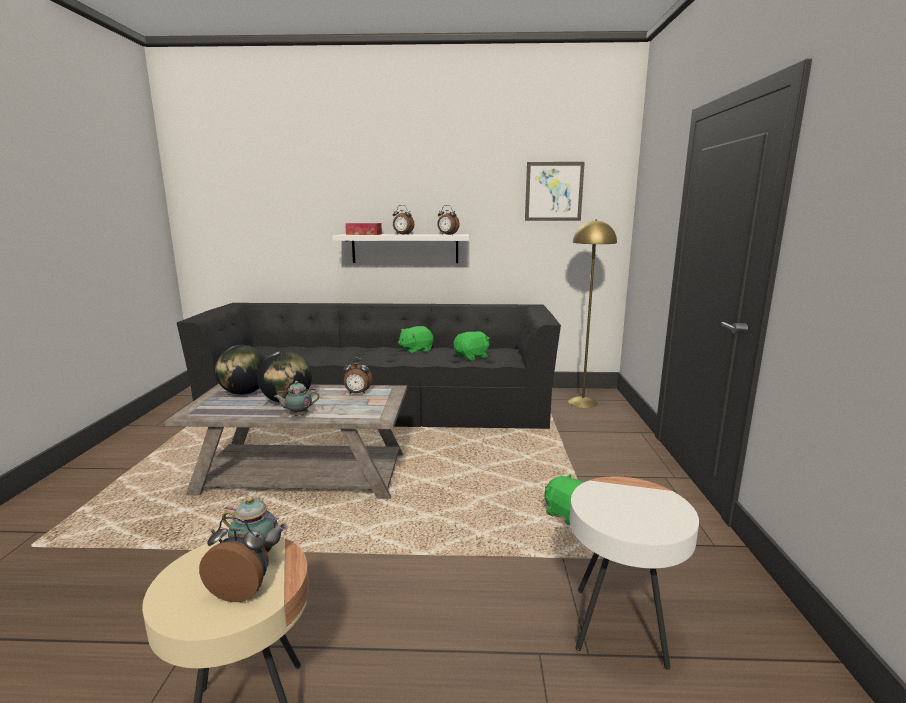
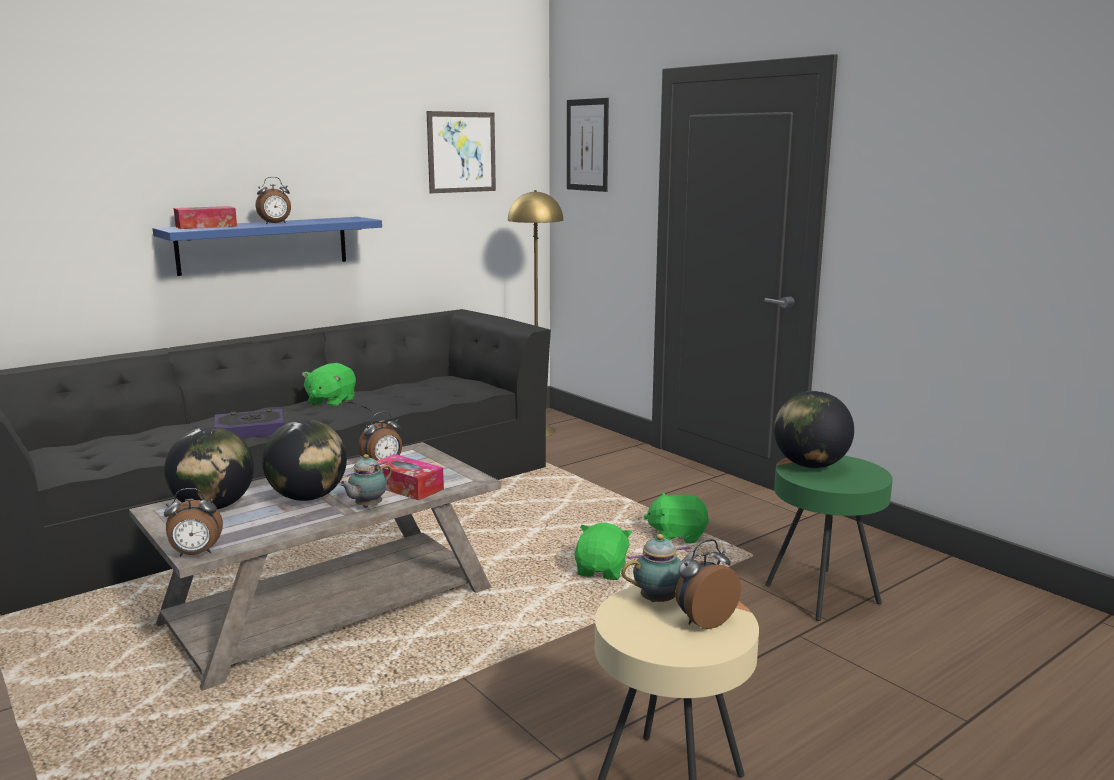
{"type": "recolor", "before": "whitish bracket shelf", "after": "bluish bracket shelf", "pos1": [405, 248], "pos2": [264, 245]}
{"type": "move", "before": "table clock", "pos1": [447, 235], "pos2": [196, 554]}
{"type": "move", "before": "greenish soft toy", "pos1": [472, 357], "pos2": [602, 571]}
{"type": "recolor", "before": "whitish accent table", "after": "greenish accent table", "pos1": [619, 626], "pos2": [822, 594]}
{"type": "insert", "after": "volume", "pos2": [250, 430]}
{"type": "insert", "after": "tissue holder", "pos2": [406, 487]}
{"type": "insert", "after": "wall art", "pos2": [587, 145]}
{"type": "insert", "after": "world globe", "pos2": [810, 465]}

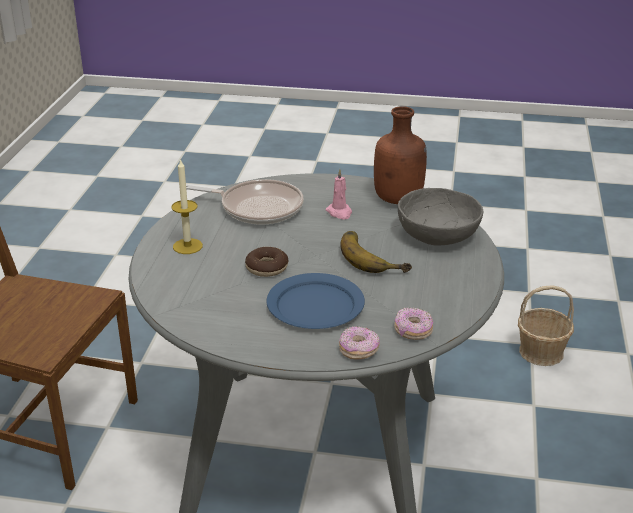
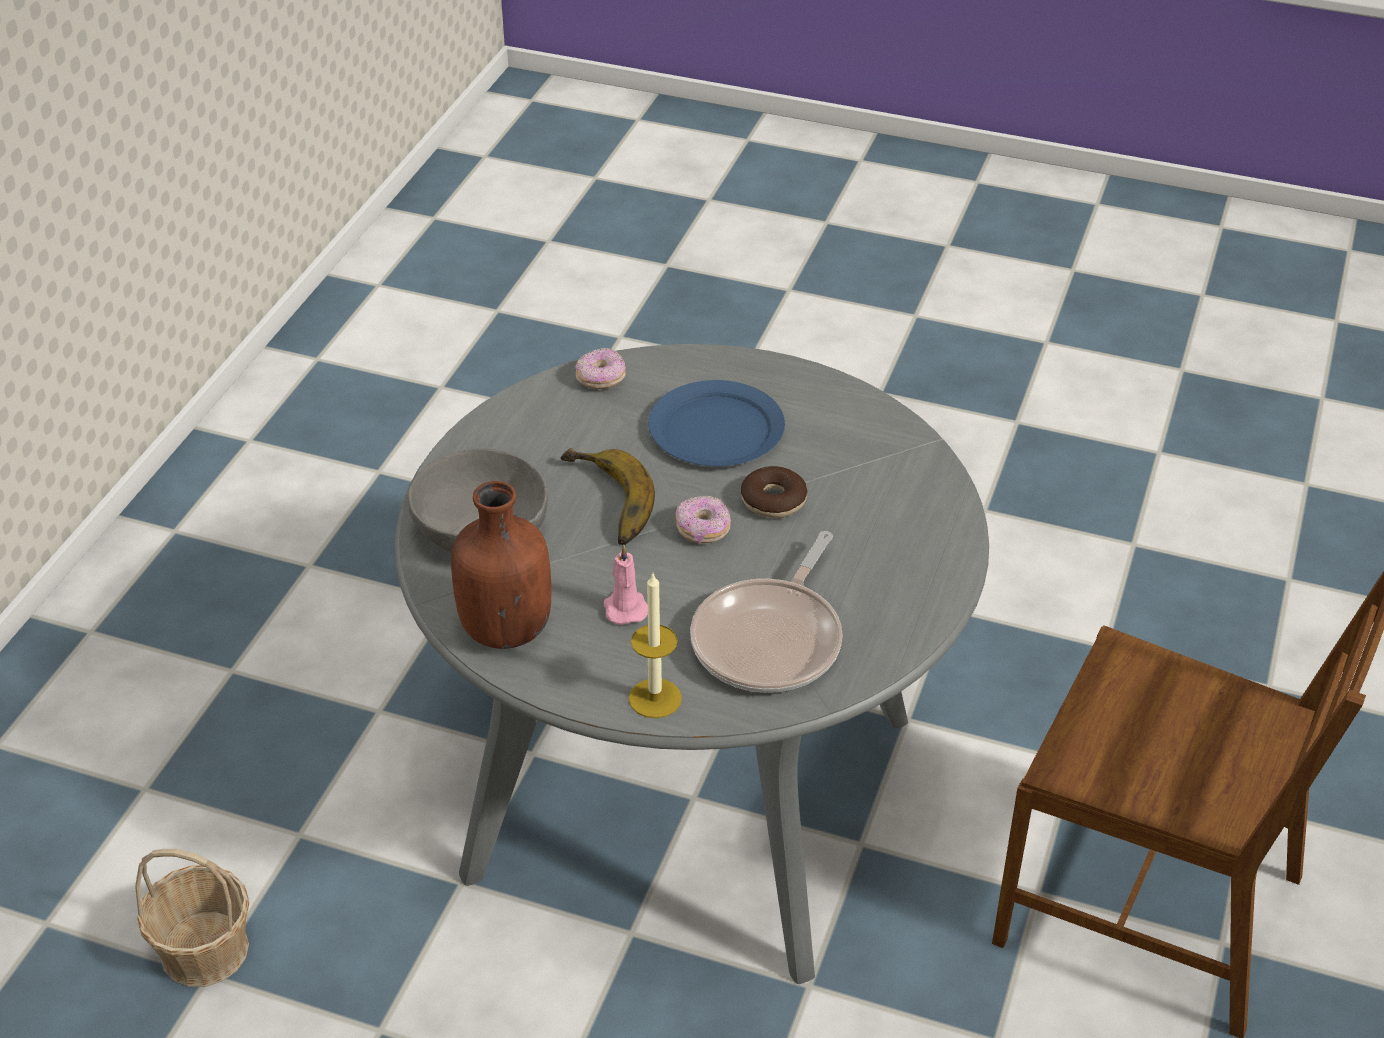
{"type": "move", "before": "candle", "pos1": [187, 246], "pos2": [655, 698]}
{"type": "rotate", "before": "frying pan", "pos1": [257, 208], "pos2": [771, 639], "turn": -90}
{"type": "move", "before": "doughnut", "pos1": [358, 350], "pos2": [703, 529]}

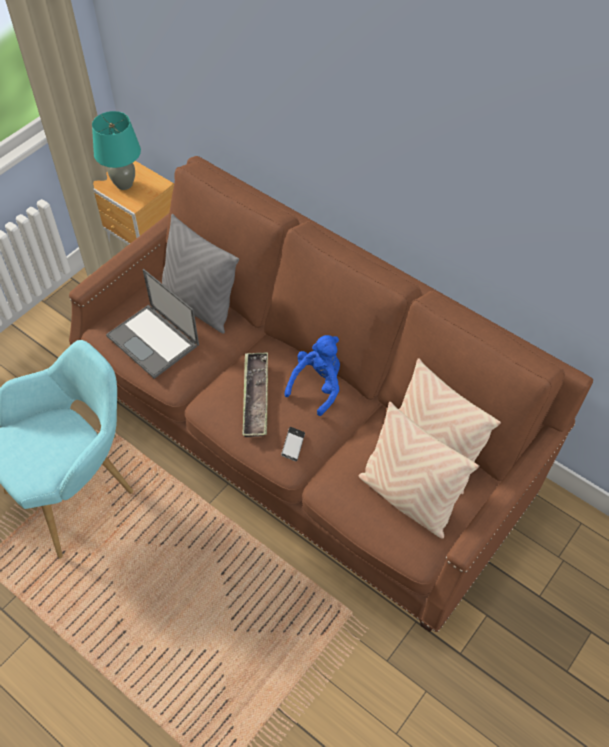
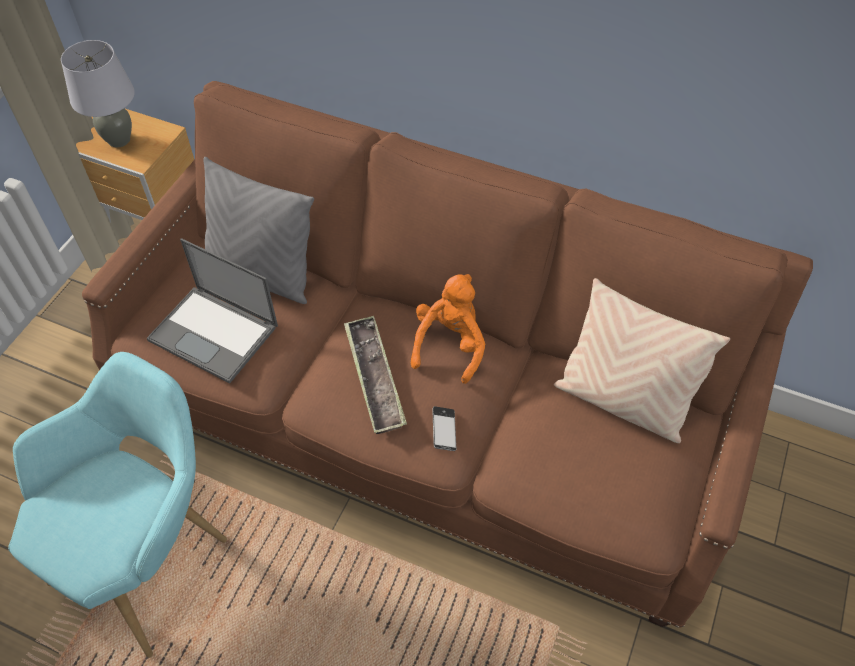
{"type": "recolor", "before": "turquoise tabletop lamp", "after": "gray tabletop lamp", "pos1": [124, 184], "pos2": [119, 140]}
{"type": "recolor", "before": "bluish soft toy", "after": "orangey soft toy", "pos1": [318, 385], "pos2": [450, 345]}
{"type": "delete", "before": "beige throw pillow", "pos1": [408, 498]}

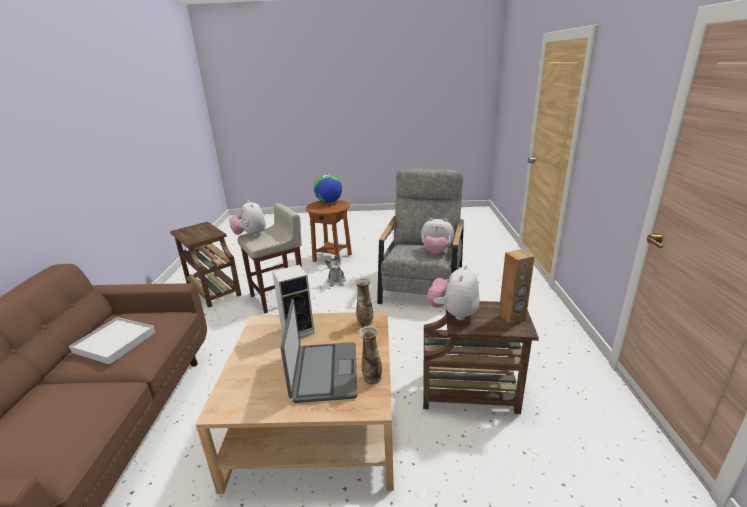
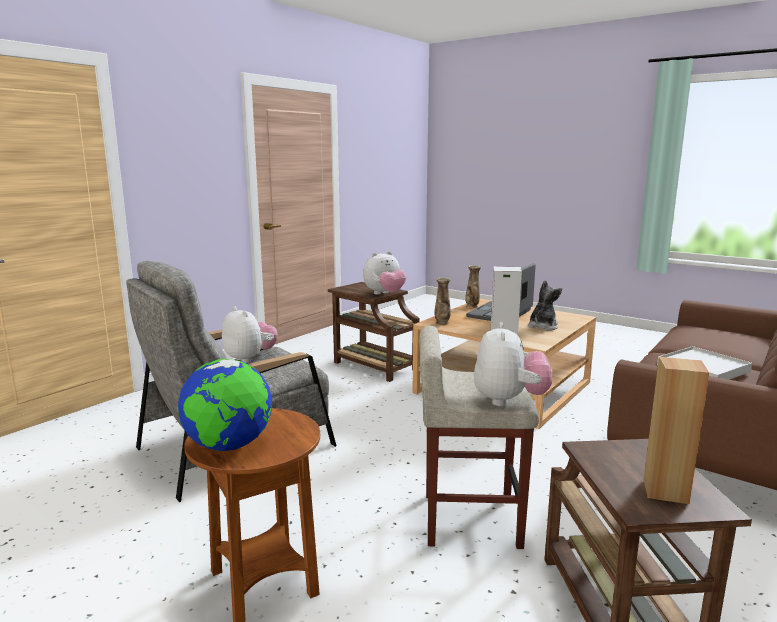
{"type": "move", "before": "soft toy", "pos1": [336, 281], "pos2": [542, 326]}
{"type": "move", "before": "brownish speaker", "pos1": [512, 317], "pos2": [665, 491]}

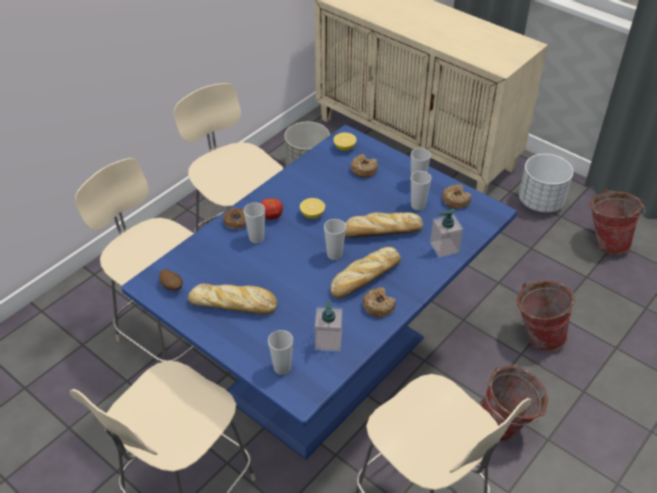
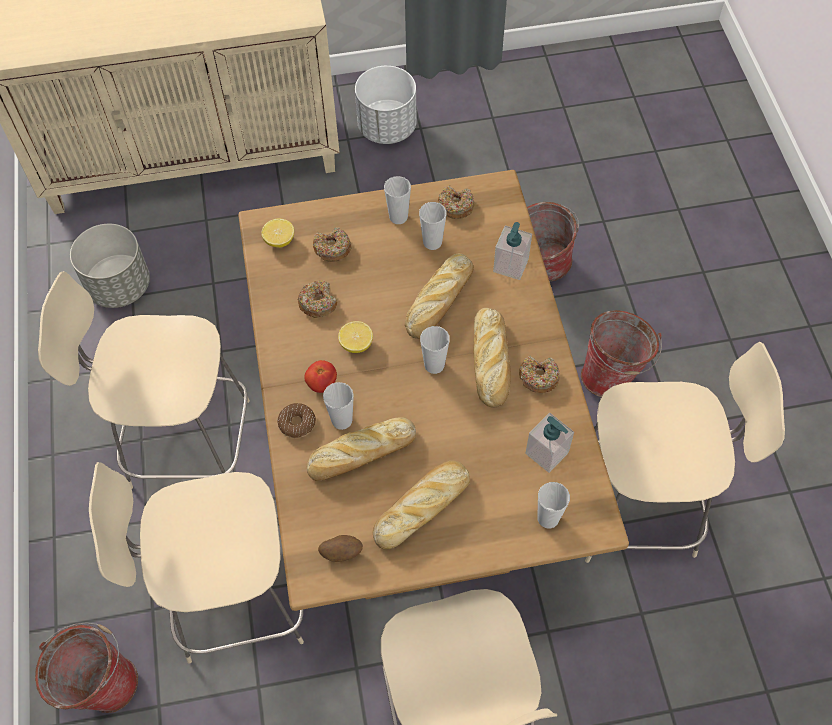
{"type": "recolor", "before": "bluish dinner table", "after": "brownish dinner table", "pos1": [328, 367], "pos2": [417, 471]}
{"type": "move", "before": "bucket", "pos1": [606, 241], "pos2": [99, 683]}
{"type": "insert", "after": "doughnut", "pos2": [318, 303]}
{"type": "insert", "after": "bread", "pos2": [360, 454]}

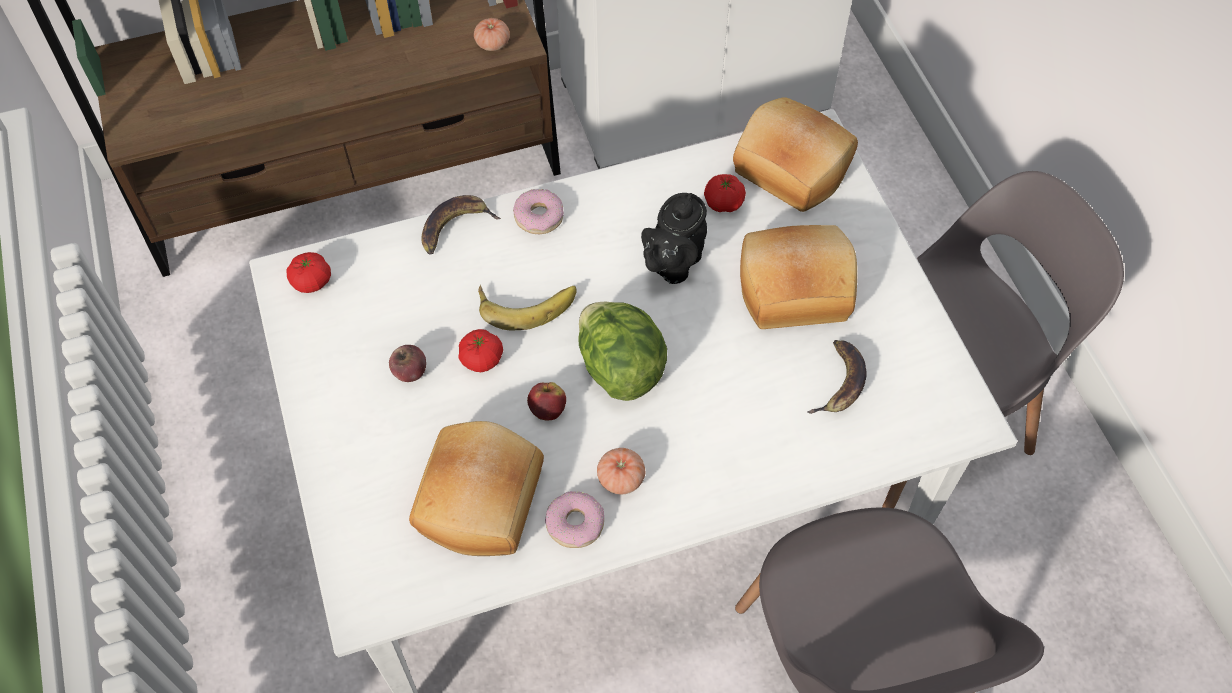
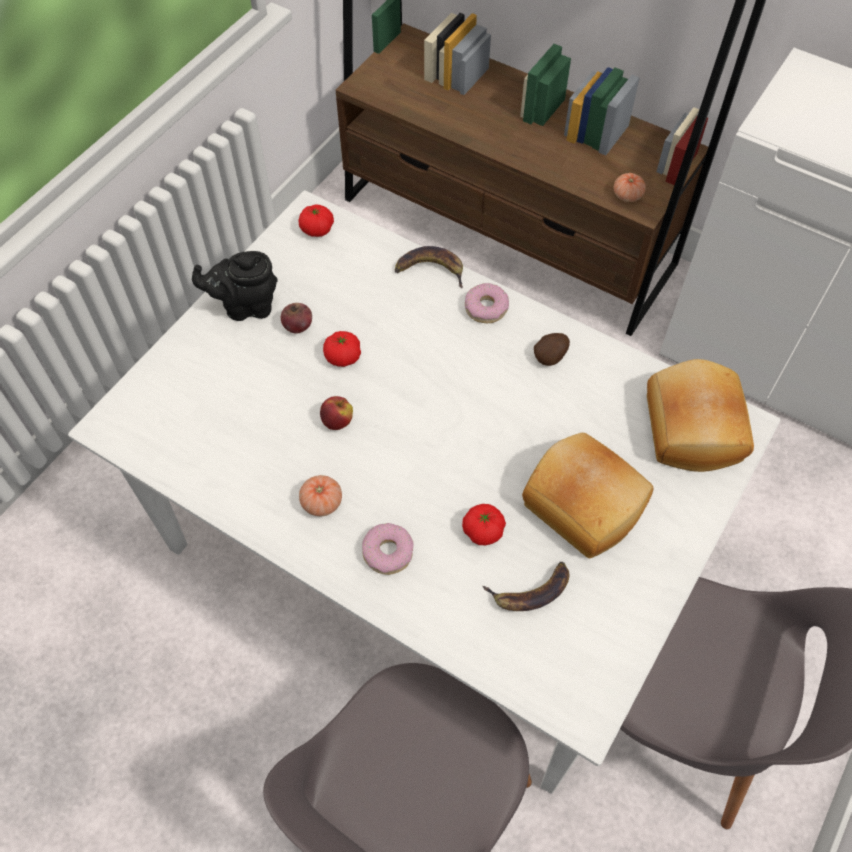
{"type": "delete", "before": "bread", "pos1": [483, 502]}
{"type": "delete", "before": "whole banana", "pos1": [526, 302]}
{"type": "move", "before": "doughnut", "pos1": [575, 524], "pos2": [387, 552]}
{"type": "delete", "before": "lettuce head", "pos1": [619, 367]}
{"type": "move", "before": "blackish tea pot", "pos1": [672, 264], "pos2": [246, 306]}
{"type": "move", "before": "fresh tomato", "pos1": [723, 202], "pos2": [483, 531]}
{"type": "insert", "after": "potato", "pos2": [551, 356]}

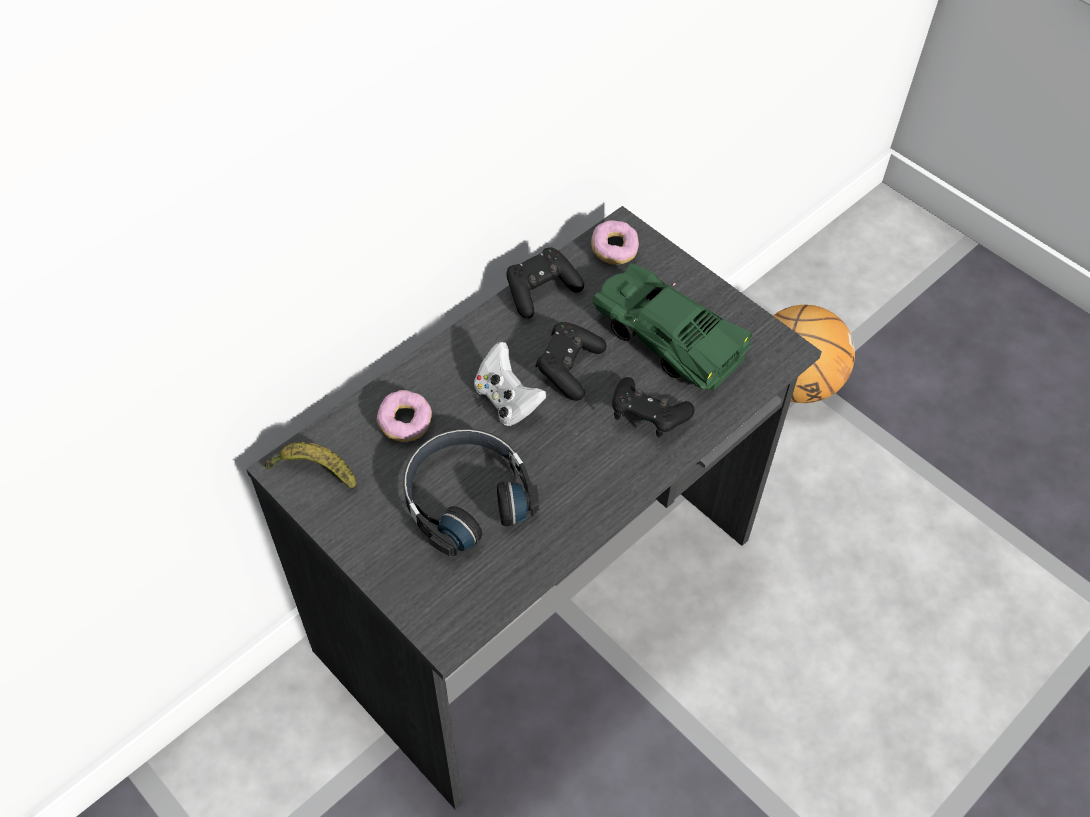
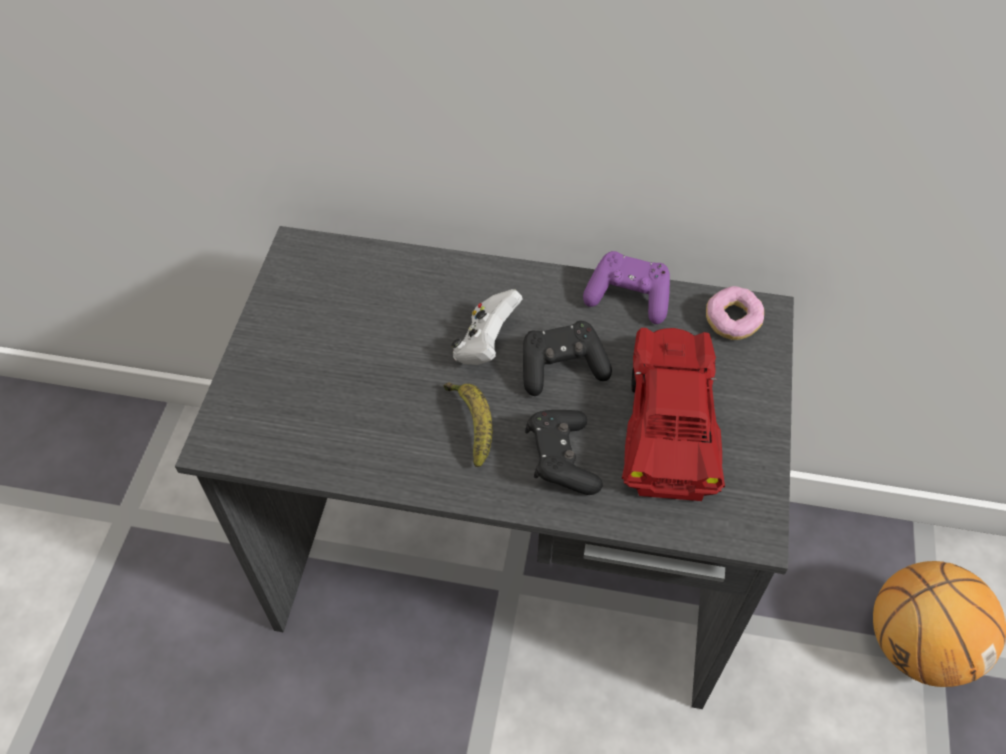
{"type": "move", "before": "whole banana", "pos1": [314, 471], "pos2": [472, 424]}
{"type": "delete", "before": "doughnut", "pos1": [405, 423]}
{"type": "delete", "before": "blackish headset", "pos1": [466, 496]}
{"type": "recolor", "before": "blackish joypad", "after": "purplish joypad", "pos1": [541, 291], "pos2": [628, 297]}
{"type": "recolor", "before": "greenish miniature car", "after": "red-coloured miniature car", "pos1": [667, 337], "pos2": [670, 422]}

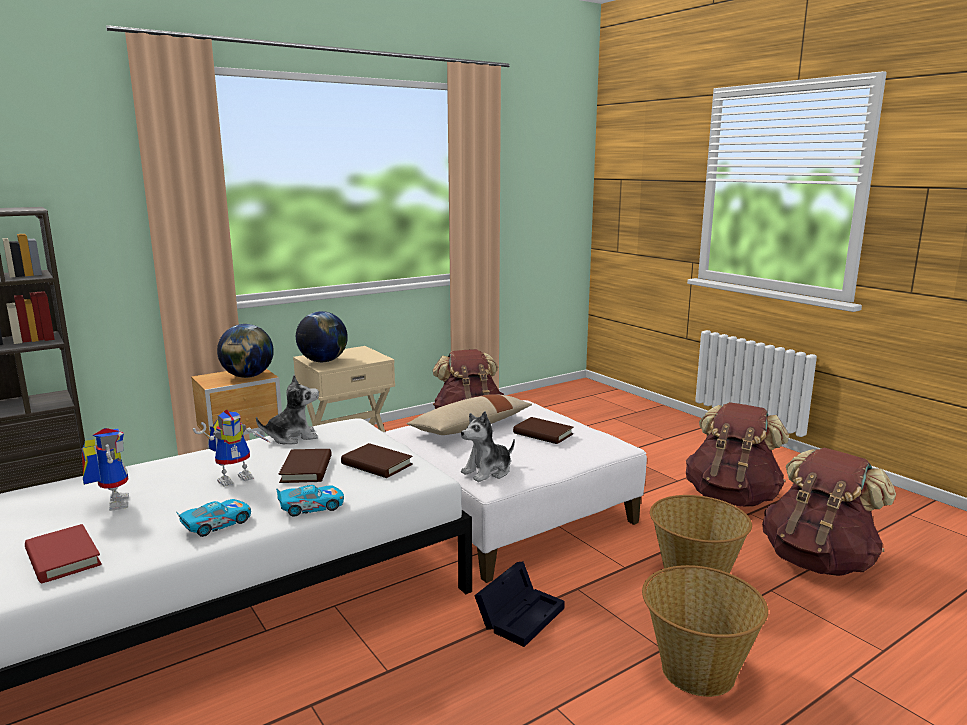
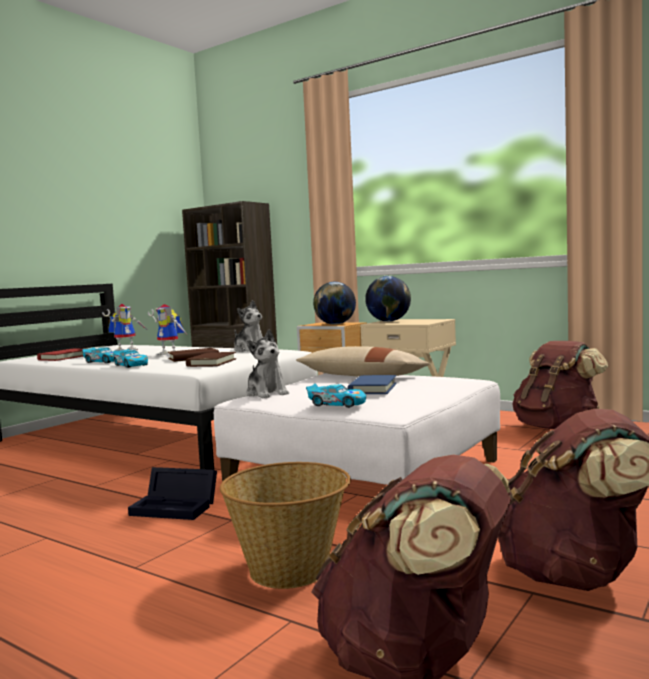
{"type": "rotate", "before": "soft toy", "pos1": [488, 471], "pos2": [267, 393], "turn": -150}
{"type": "recolor", "before": "brownish volume", "after": "bluish volume", "pos1": [543, 434], "pos2": [372, 388]}
{"type": "delete", "before": "household basket", "pos1": [696, 670]}
{"type": "insert", "after": "miniature car", "pos2": [337, 404]}

